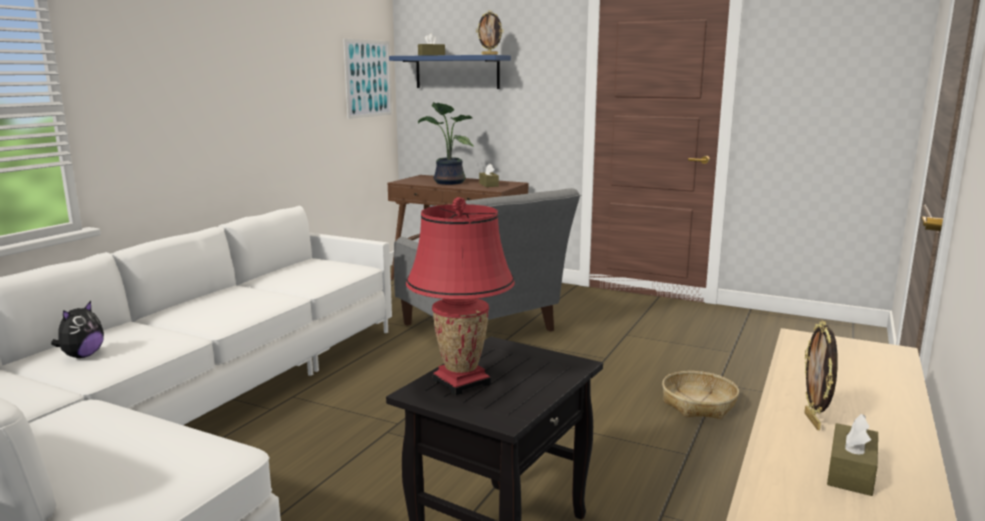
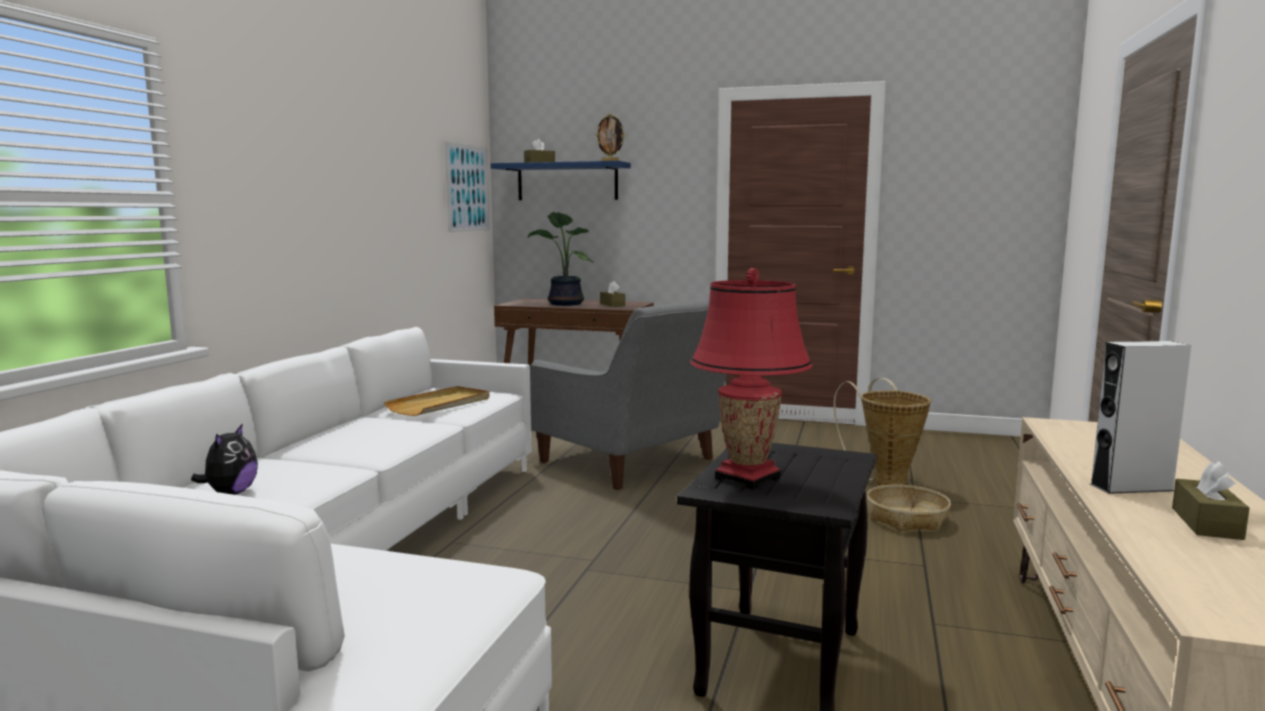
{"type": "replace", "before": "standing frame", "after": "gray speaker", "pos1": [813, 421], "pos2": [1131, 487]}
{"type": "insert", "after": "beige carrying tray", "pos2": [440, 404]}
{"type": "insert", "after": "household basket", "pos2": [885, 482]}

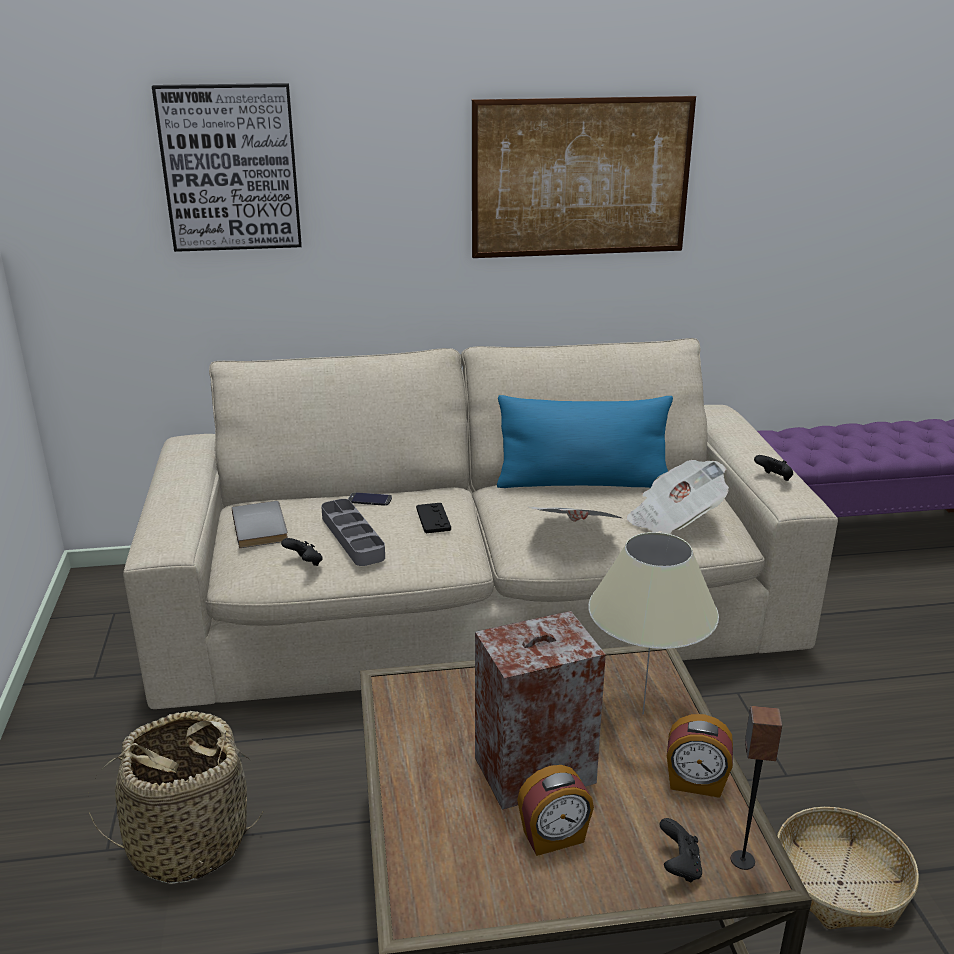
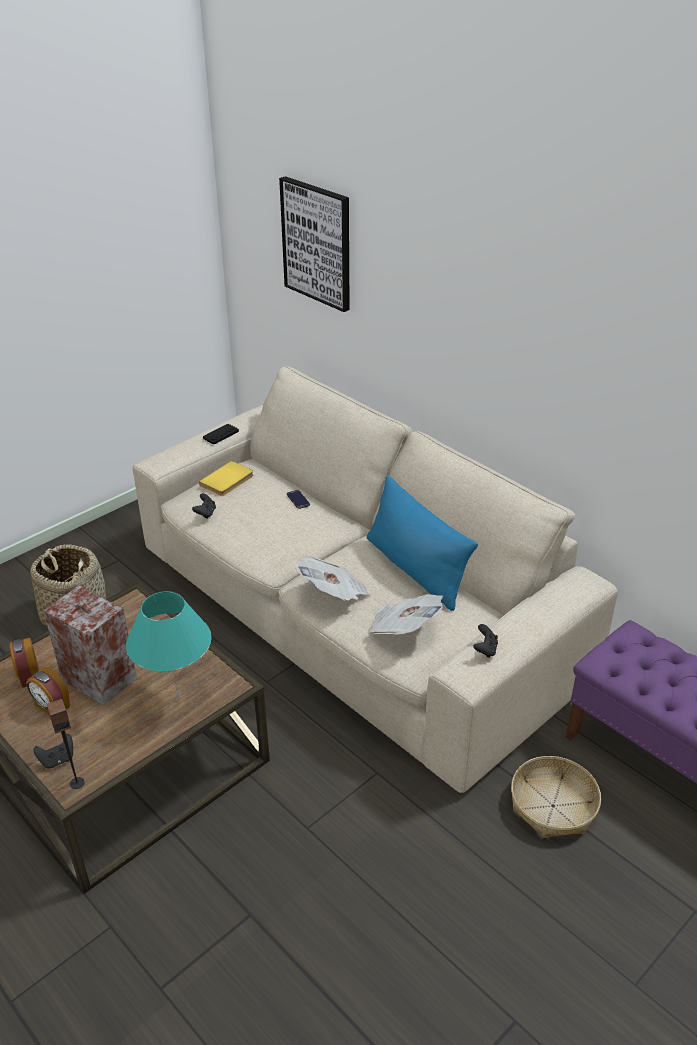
{"type": "recolor", "before": "gray volume", "after": "yellow volume", "pos1": [262, 527], "pos2": [228, 481]}
{"type": "delete", "before": "gray carrying tray", "pos1": [352, 537]}
{"type": "move", "before": "blackish joypad", "pos1": [433, 519], "pos2": [221, 435]}
{"type": "delete", "before": "wall art", "pos1": [581, 178]}
{"type": "recolor", "before": "beige tabletop lamp", "after": "turquoise tabletop lamp", "pos1": [643, 714], "pos2": [178, 701]}
{"type": "move", "before": "table clock", "pos1": [695, 783], "pos2": [29, 676]}
{"type": "move", "before": "household basket", "pos1": [840, 884], "pos2": [552, 806]}

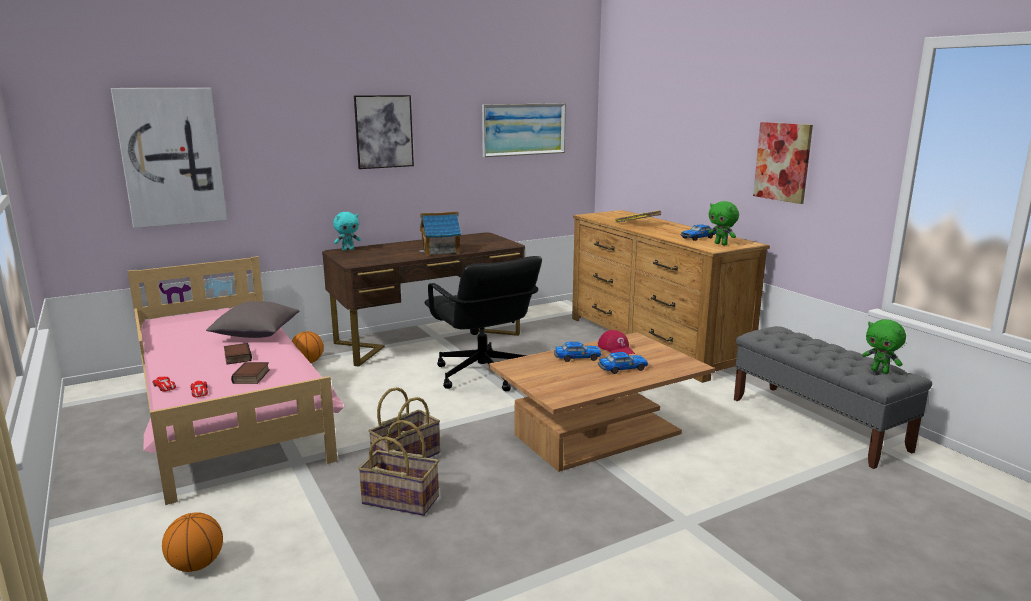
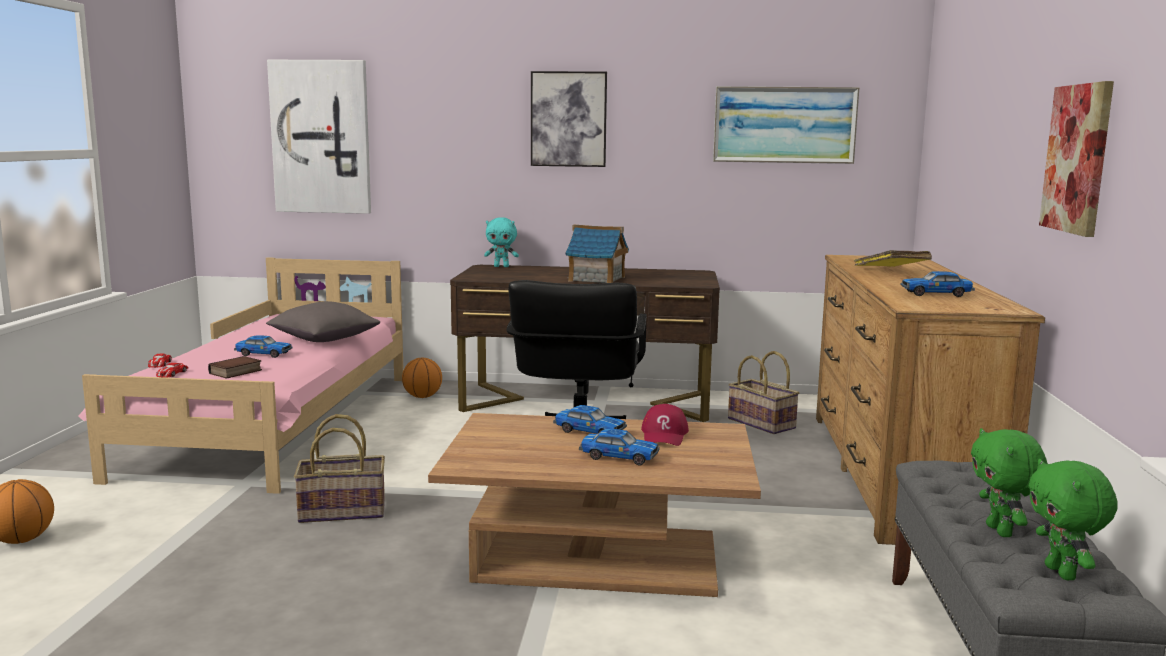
{"type": "replace", "before": "volume", "after": "miniature car", "pos1": [236, 357], "pos2": [263, 354]}
{"type": "move", "before": "household basket", "pos1": [401, 499], "pos2": [762, 423]}
{"type": "move", "before": "greenish soft toy", "pos1": [721, 244], "pos2": [1001, 531]}

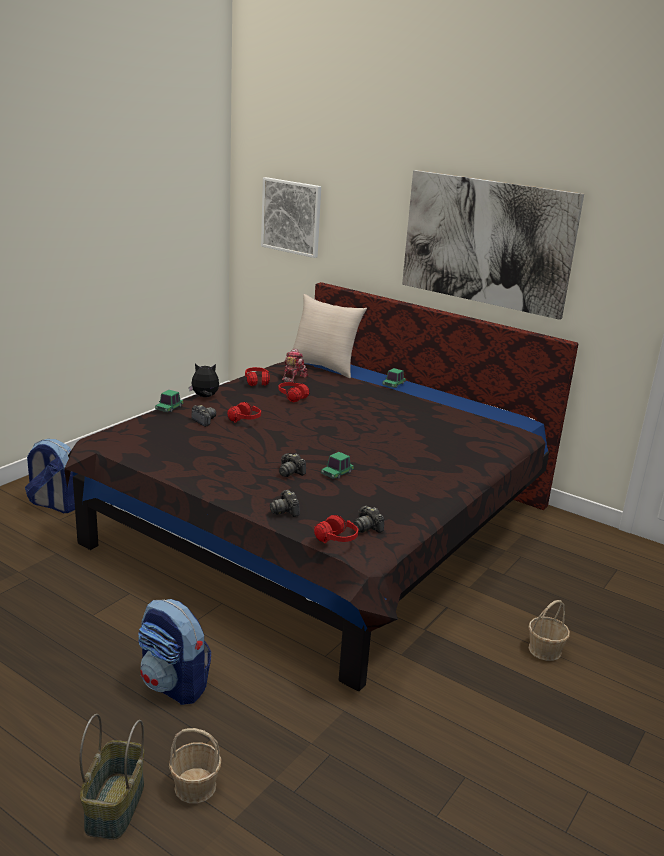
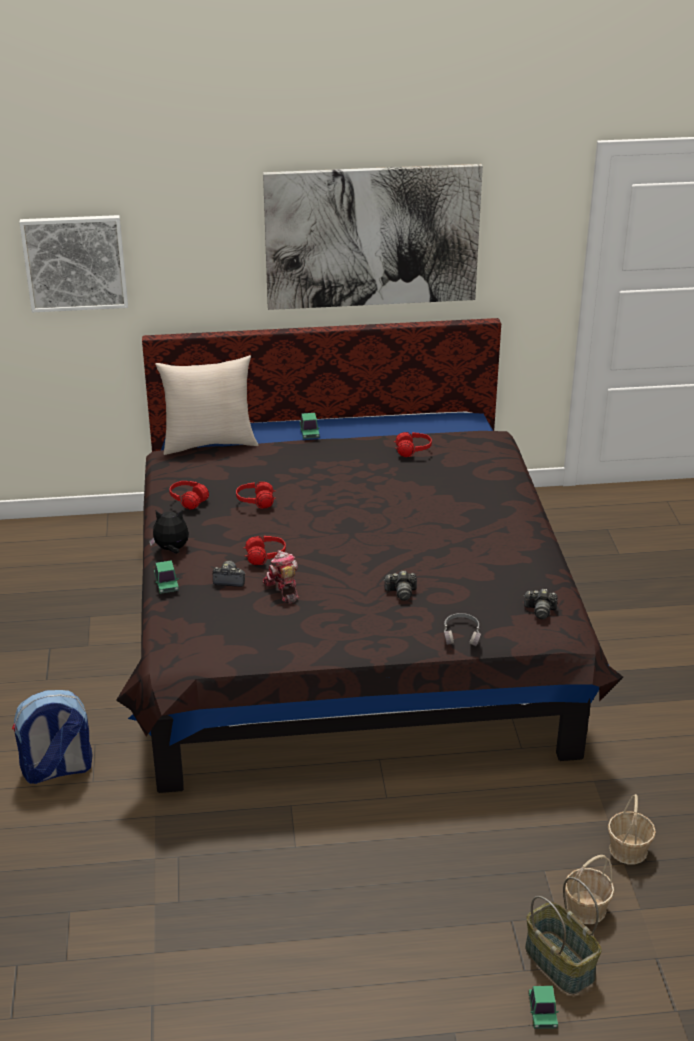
{"type": "delete", "before": "rucksack", "pos1": [174, 685]}
{"type": "rotate", "before": "soft toy", "pos1": [205, 397], "pos2": [171, 549], "turn": 45}
{"type": "replace", "before": "still camera", "after": "gray headset", "pos1": [285, 511], "pos2": [462, 634]}
{"type": "move", "before": "robot figure", "pos1": [292, 377], "pos2": [283, 589]}
{"type": "move", "before": "red-coloured headset", "pos1": [336, 541], "pos2": [412, 452]}
{"type": "move", "before": "miniature car", "pos1": [337, 473], "pos2": [542, 1012]}
{"type": "move", "before": "household basket", "pos1": [545, 650], "pos2": [628, 849]}

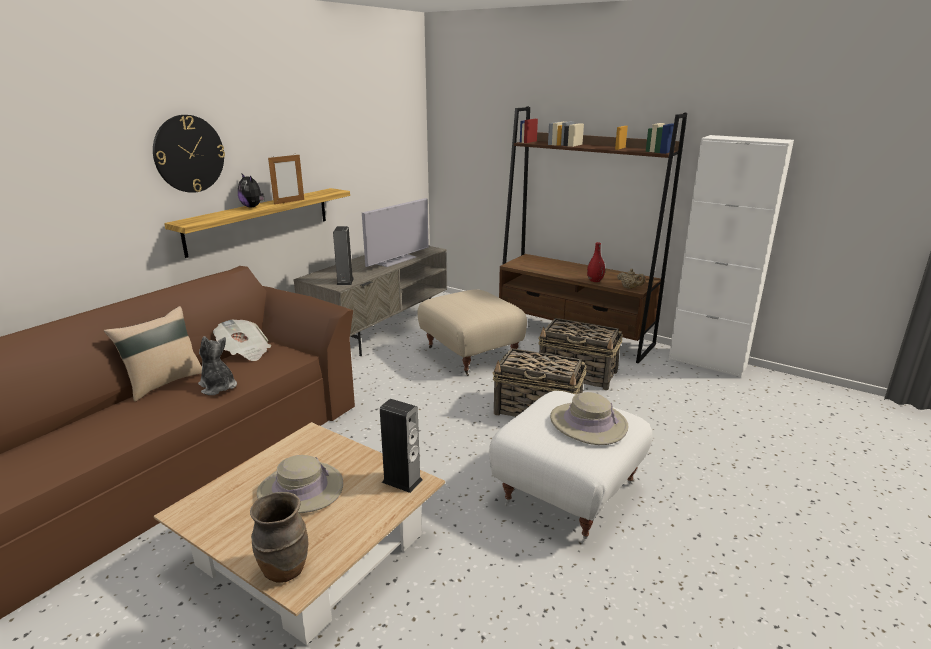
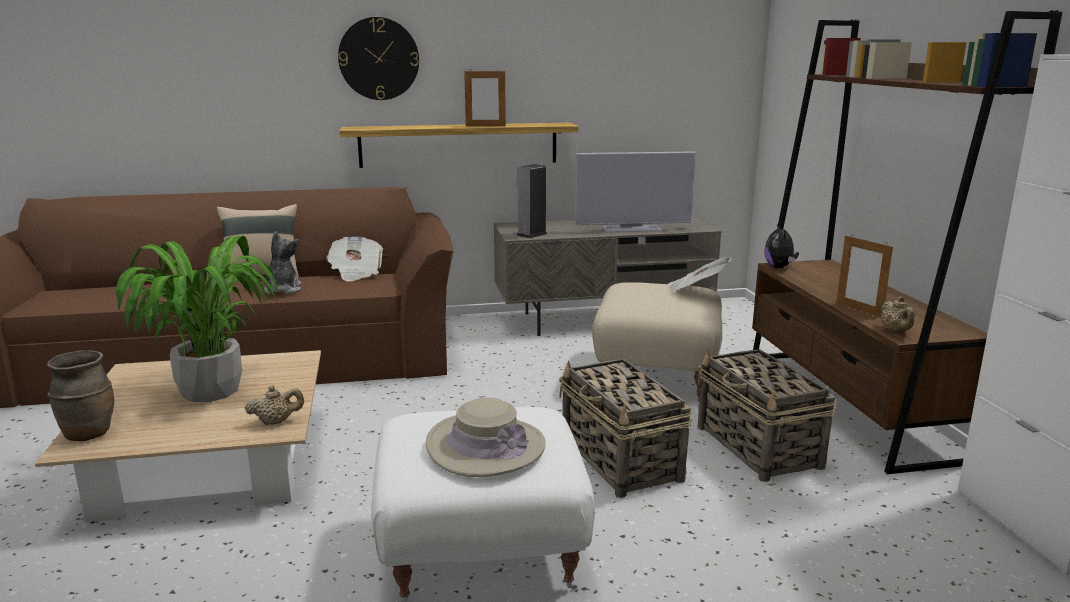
{"type": "move", "before": "soft toy", "pos1": [253, 207], "pos2": [779, 267]}
{"type": "replace", "before": "beige hat", "after": "potted plant", "pos1": [300, 489], "pos2": [209, 391]}
{"type": "replace", "before": "speaker", "after": "beige tea pot", "pos1": [402, 481], "pos2": [276, 422]}
{"type": "replace", "before": "red-coloured decorative vase", "after": "standing frame", "pos1": [595, 280], "pos2": [859, 309]}
{"type": "insert", "after": "newspaper", "pos2": [696, 290]}

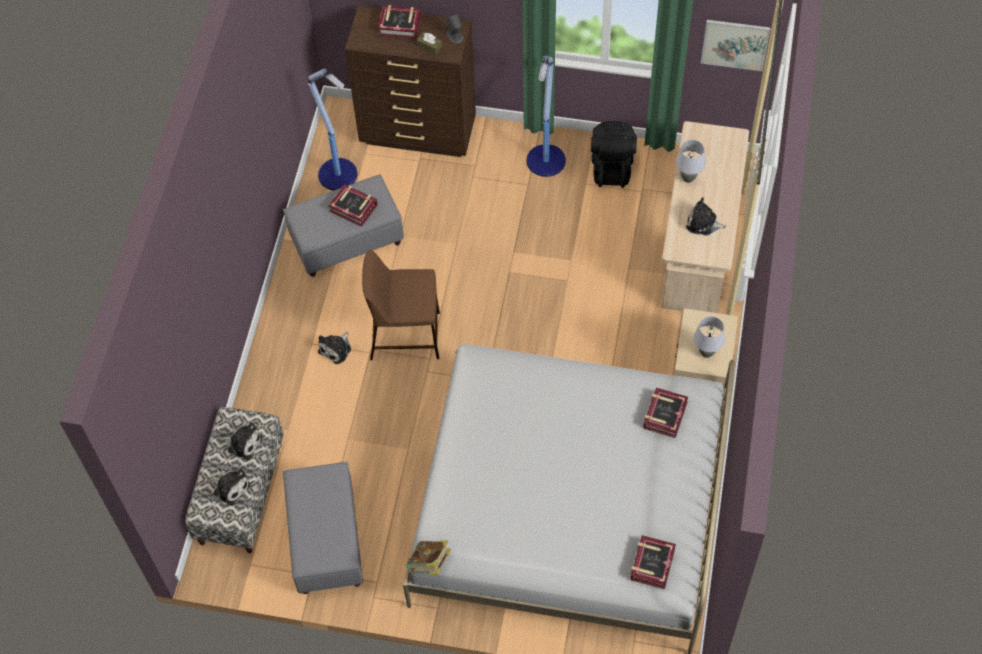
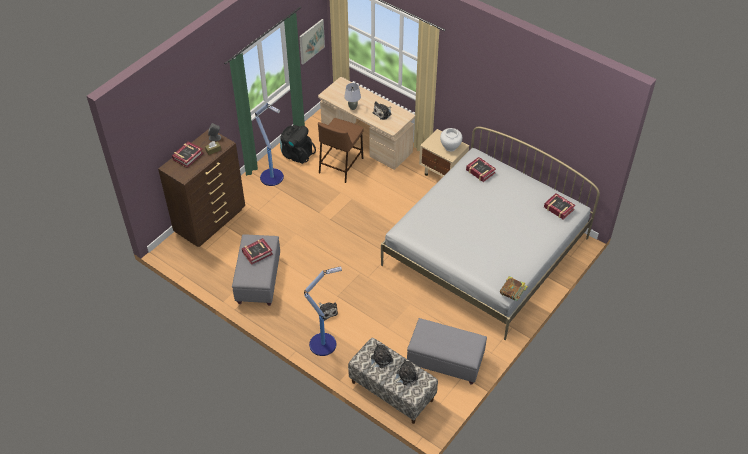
{"type": "move", "before": "standard lamp", "pos1": [339, 175], "pos2": [324, 344]}
{"type": "move", "before": "brownish sitting stool", "pos1": [406, 335], "pos2": [341, 165]}
{"type": "replace", "before": "gray tabletop lamp", "after": "whitish decorative vase", "pos1": [706, 353], "pos2": [450, 147]}

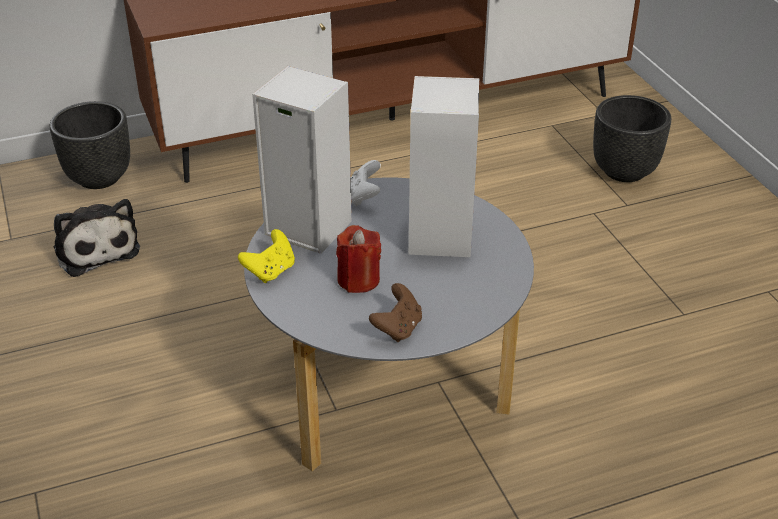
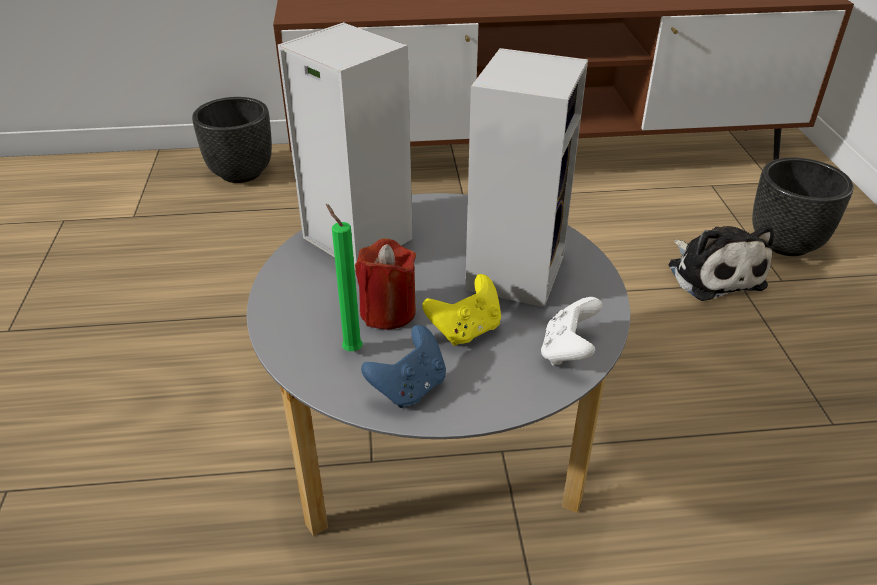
{"type": "move", "before": "soft toy", "pos1": [95, 248], "pos2": [713, 273]}
{"type": "move", "before": "yellow joypad", "pos1": [270, 271], "pos2": [466, 330]}
{"type": "move", "before": "whitish joypad", "pos1": [364, 197], "pos2": [568, 351]}
{"type": "recolor", "before": "brownish joypad", "after": "bluish joypad", "pos1": [398, 328], "pos2": [409, 388]}
{"type": "insert", "after": "greenish candle", "pos2": [350, 349]}

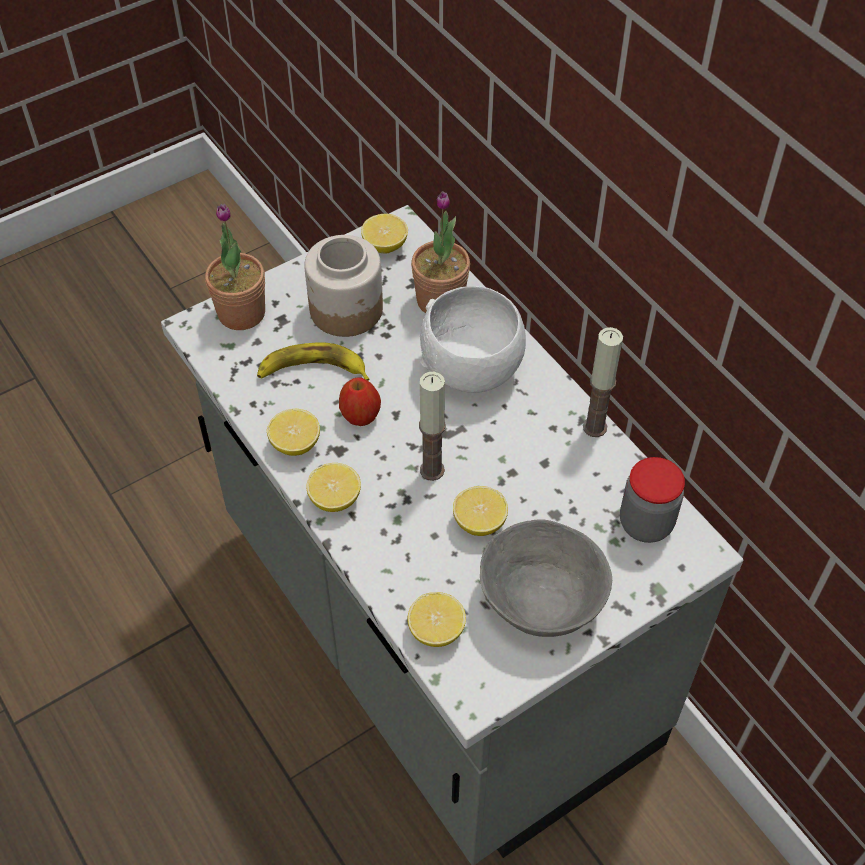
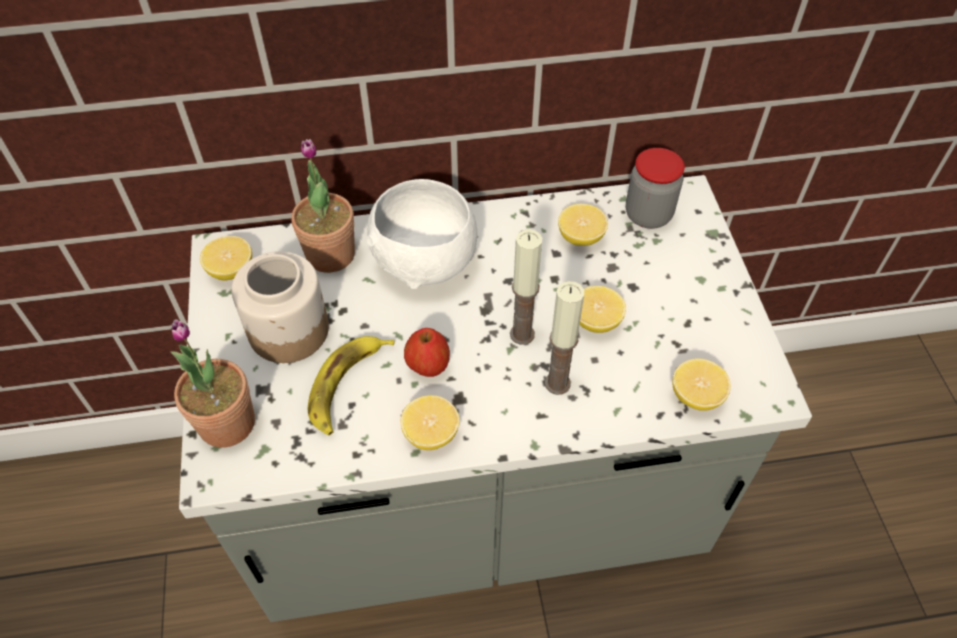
{"type": "move", "before": "whole lemon", "pos1": [335, 499], "pos2": [580, 237]}
{"type": "delete", "before": "gray deep dish", "pos1": [543, 601]}
{"type": "move", "before": "candle", "pos1": [594, 427], "pos2": [557, 383]}

